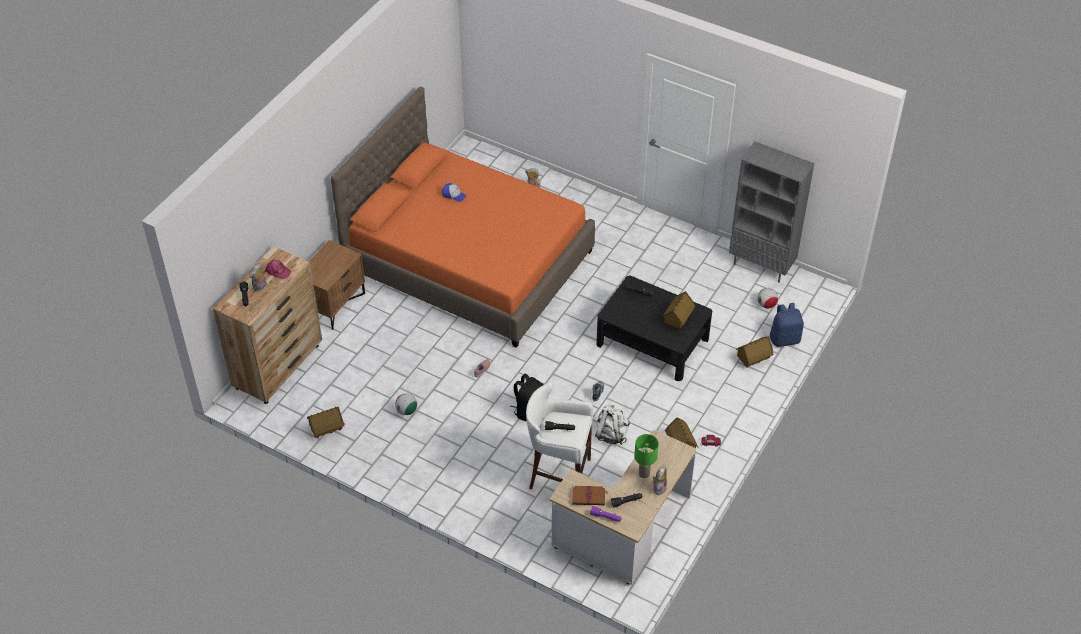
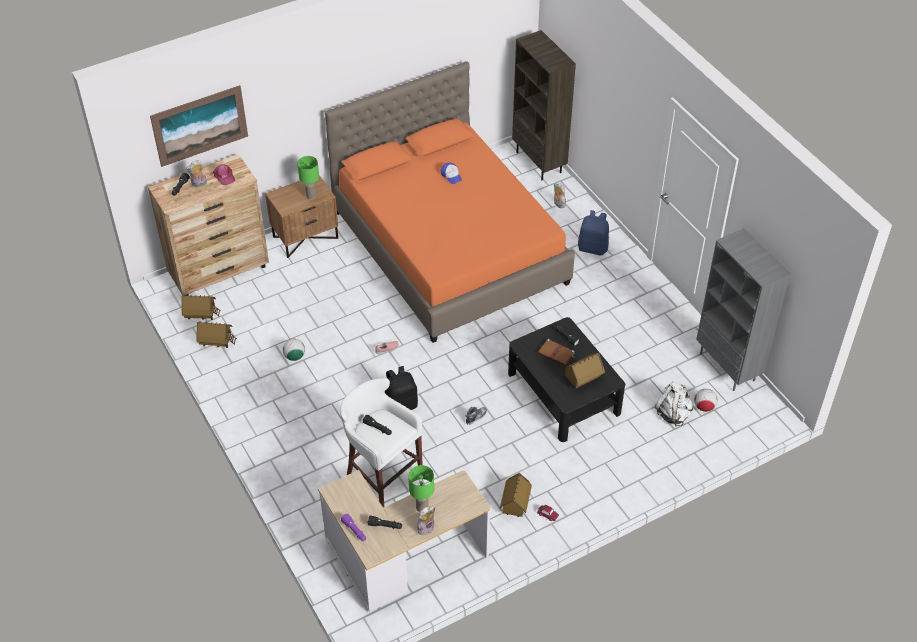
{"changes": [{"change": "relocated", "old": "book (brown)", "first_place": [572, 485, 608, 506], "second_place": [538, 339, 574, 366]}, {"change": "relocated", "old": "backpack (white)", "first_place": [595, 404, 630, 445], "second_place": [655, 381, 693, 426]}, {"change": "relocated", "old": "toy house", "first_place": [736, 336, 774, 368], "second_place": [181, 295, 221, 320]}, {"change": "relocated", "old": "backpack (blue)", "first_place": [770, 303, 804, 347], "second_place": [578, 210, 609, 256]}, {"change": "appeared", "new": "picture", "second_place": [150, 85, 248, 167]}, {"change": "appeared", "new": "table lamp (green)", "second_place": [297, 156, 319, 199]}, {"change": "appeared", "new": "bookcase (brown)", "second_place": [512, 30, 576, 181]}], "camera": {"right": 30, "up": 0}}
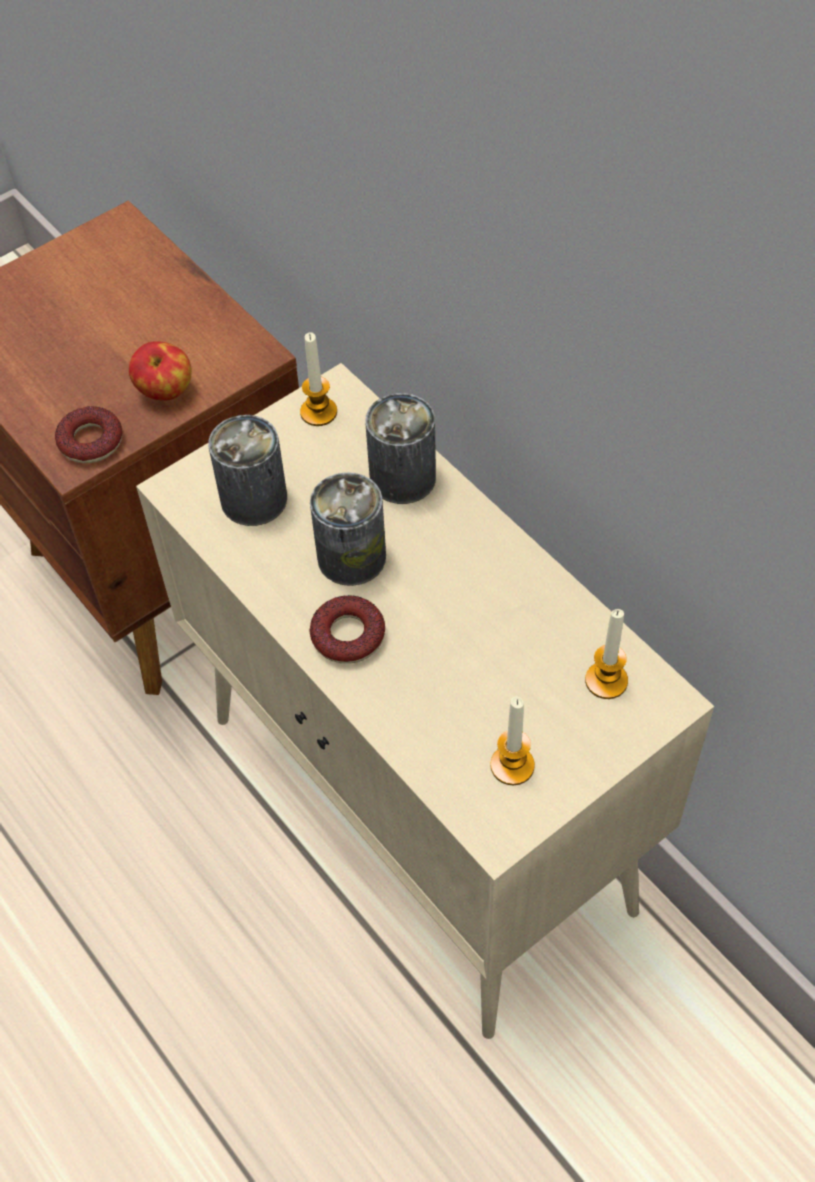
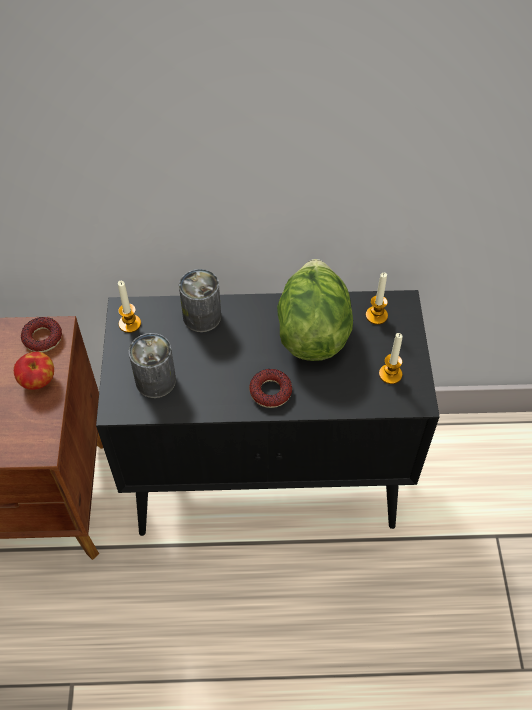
{"changes": [{"change": "relocated", "old": "donut", "first_place": [55, 406, 122, 463], "second_place": [21, 317, 62, 352]}, {"change": "colour", "old": "cabinet (beige)", "new": "cabinet (black)", "first_place": [136, 363, 714, 1039], "second_place": [96, 290, 440, 536]}, {"change": "missing", "old": "can", "first_place": [310, 472, 386, 586]}, {"change": "appeared", "new": "lettuce", "second_place": [277, 259, 353, 361]}], "camera": {"right": -55, "up": 0}}
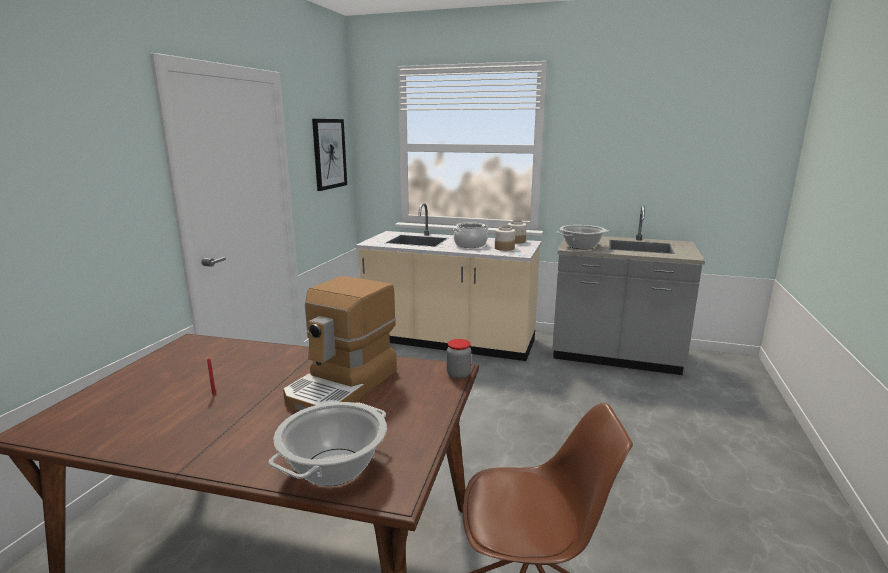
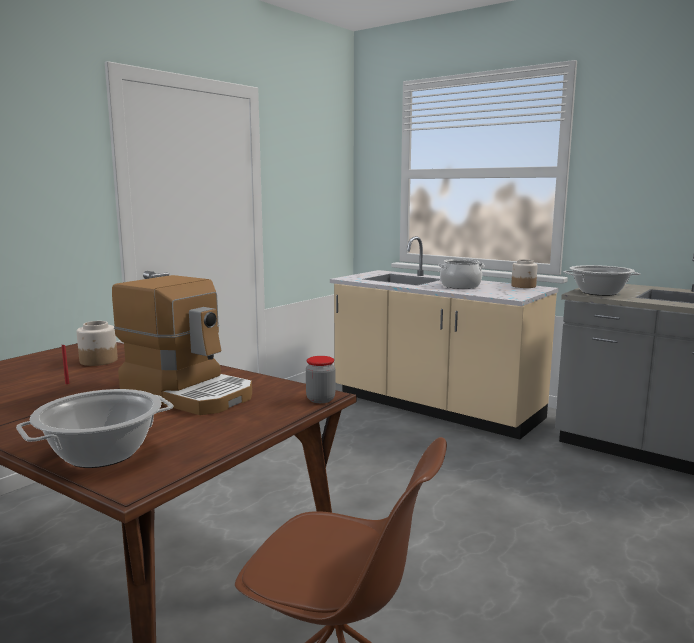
{"changes": [{"change": "spun", "old": "coffee machine", "first_place": [283, 276, 397, 411], "second_place": [112, 275, 252, 415], "degrees": -105}, {"change": "missing", "old": "picture", "first_place": [312, 119, 347, 191]}, {"change": "relocated", "old": "jar", "first_place": [495, 226, 515, 251], "second_place": [77, 321, 118, 366]}], "camera": {"right": 20, "up": -5}}
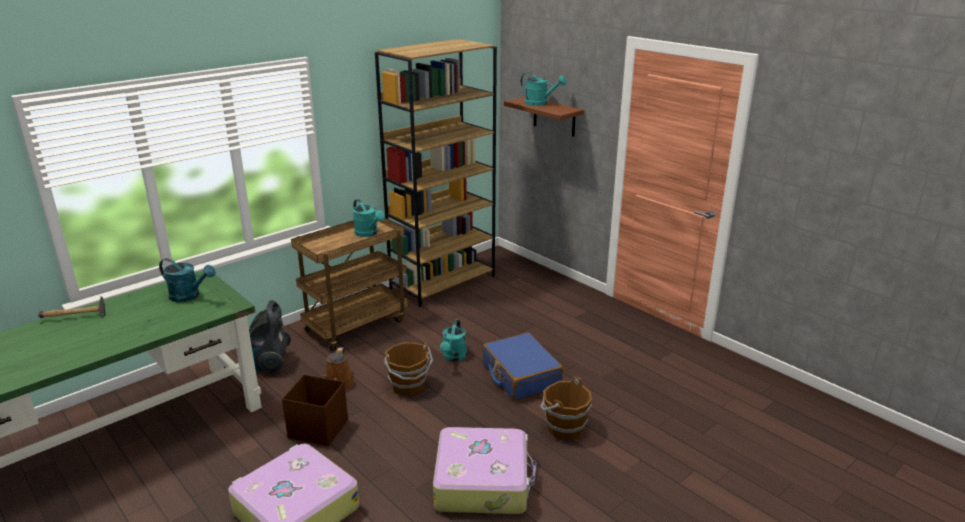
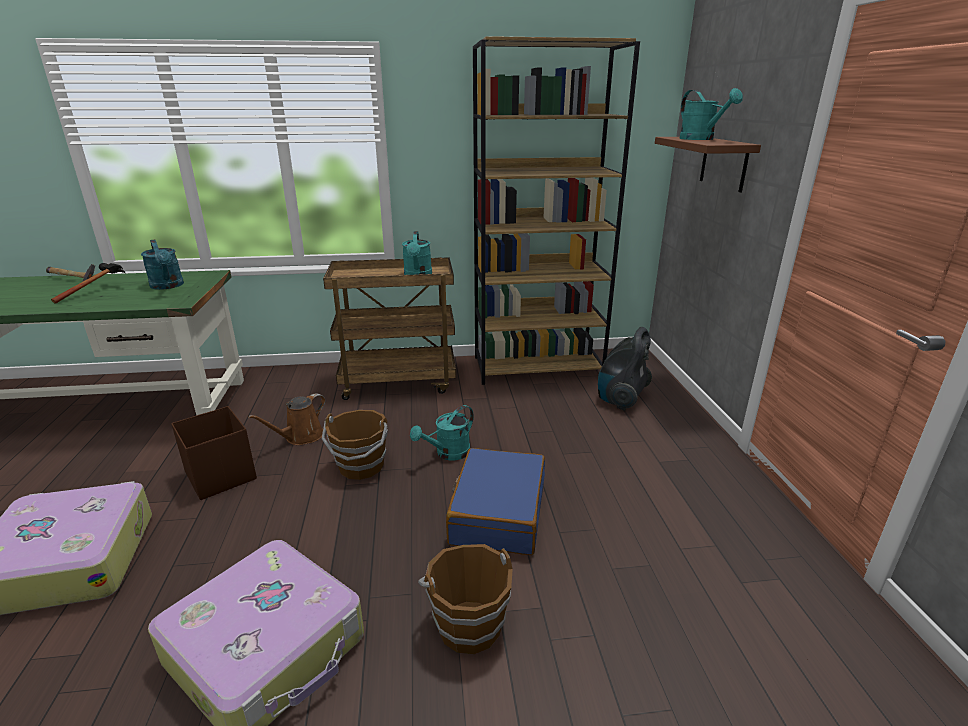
{"changes": [{"change": "relocated", "old": "vacuum cleaner", "first_place": [249, 300, 291, 373], "second_place": [598, 327, 652, 411]}, {"change": "appeared", "new": "hammer", "second_place": [51, 263, 126, 304]}], "camera": {"right": 35, "up": 0}}
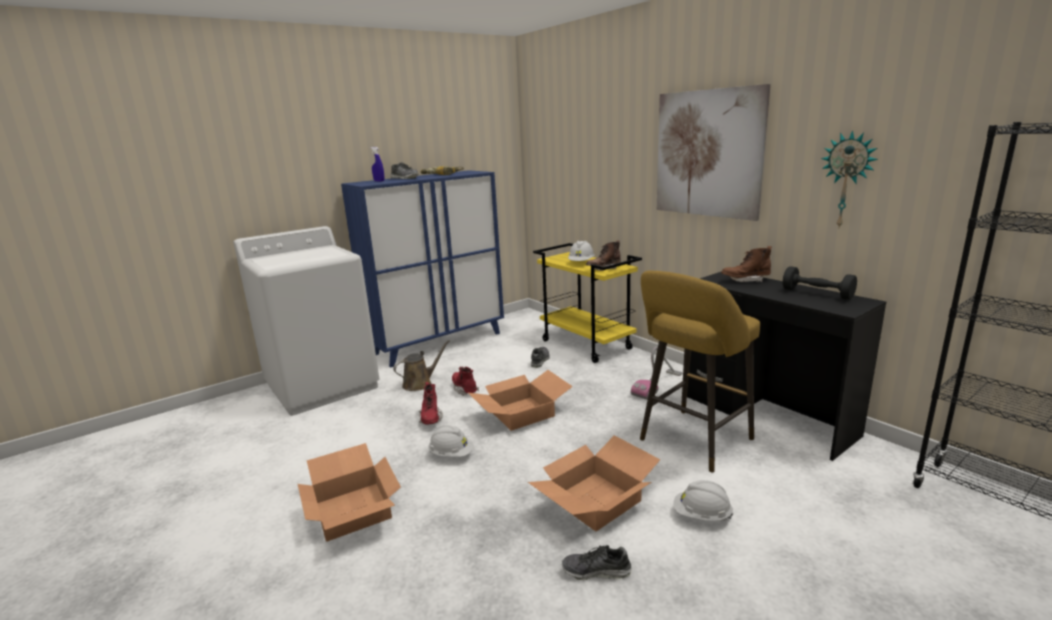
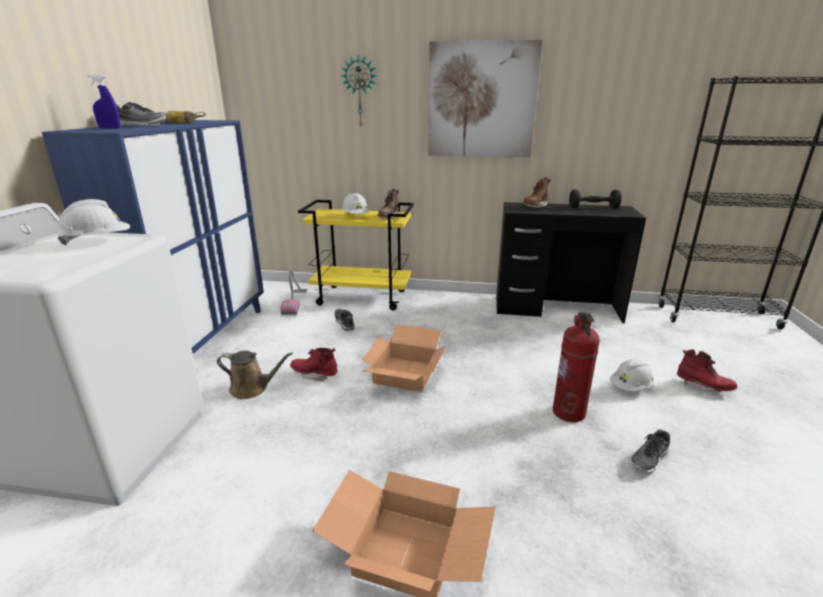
{"changes": [{"change": "spun", "old": "watering can (brown)", "first_place": [393, 340, 450, 391], "second_place": [217, 351, 293, 399], "degrees": 90}, {"change": "relocated", "old": "boot (red)", "first_place": [419, 382, 443, 425], "second_place": [677, 350, 738, 392]}, {"change": "relocated", "old": "hard hat (white)", "first_place": [428, 425, 474, 457], "second_place": [57, 199, 130, 245]}, {"change": "exchanged", "old": "cardboard box", "new": "fire extinguisher", "first_place": [528, 435, 661, 531], "second_place": [553, 312, 600, 422]}, {"change": "relocated", "old": "vacuum cleaner", "first_place": [631, 347, 682, 400], "second_place": [280, 270, 307, 315]}, {"change": "missing", "old": "stool (yellow)", "first_place": [640, 271, 760, 472]}, {"change": "relocated", "old": "wall clock", "first_place": [821, 130, 878, 227], "second_place": [341, 55, 377, 126]}], "camera": {"right": -45, "up": 5}}
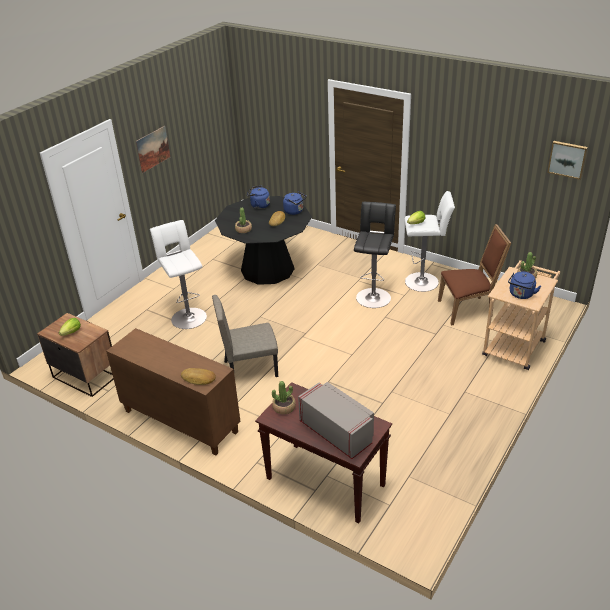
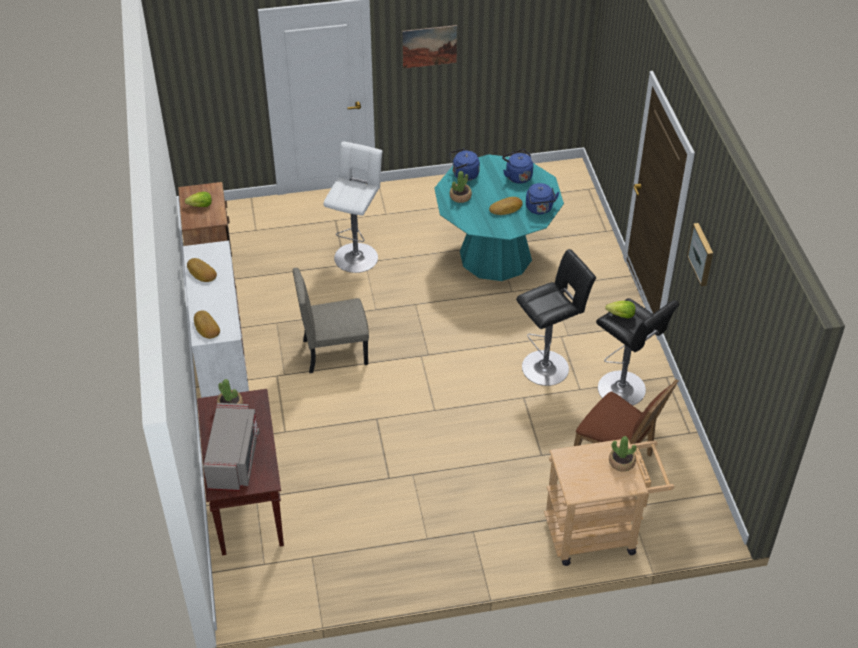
{"changes": [{"change": "colour", "old": "cabinet (brown)", "new": "cabinet (white)", "first_place": [106, 328, 240, 456], "second_place": [183, 240, 249, 398]}, {"change": "spun", "old": "chair (beige)", "first_place": [212, 295, 278, 377], "second_place": [292, 268, 369, 373], "degrees": -45}, {"change": "colour", "old": "dining table (black)", "new": "dining table (turquoise)", "first_place": [215, 196, 312, 285], "second_place": [434, 154, 564, 281]}, {"change": "colour", "old": "stool (white)", "new": "stool (black)", "first_place": [405, 191, 455, 292], "second_place": [596, 298, 680, 406]}, {"change": "relocated", "old": "kettle (blue)", "first_place": [508, 272, 541, 299], "second_place": [450, 148, 480, 181]}, {"change": "relocated", "old": "picture", "first_place": [547, 141, 588, 180], "second_place": [687, 223, 713, 286]}, {"change": "appeared", "new": "bread", "second_place": [187, 258, 217, 282]}], "camera": {"right": 45, "up": 10}}
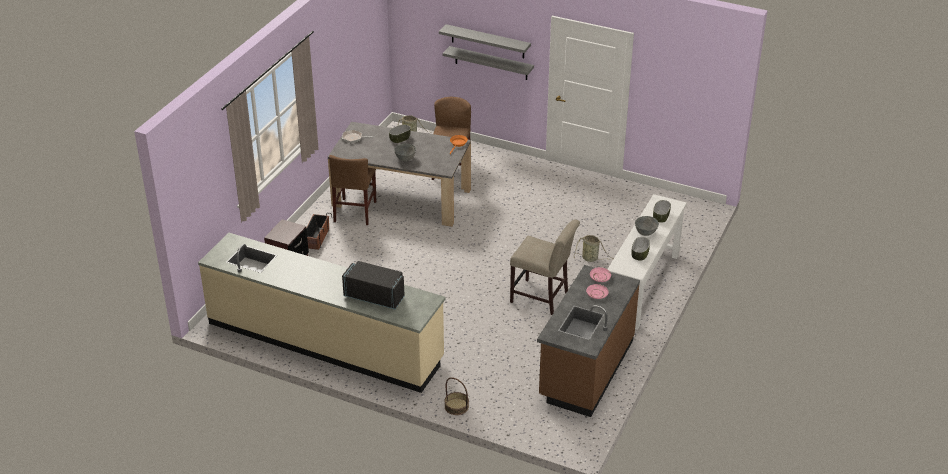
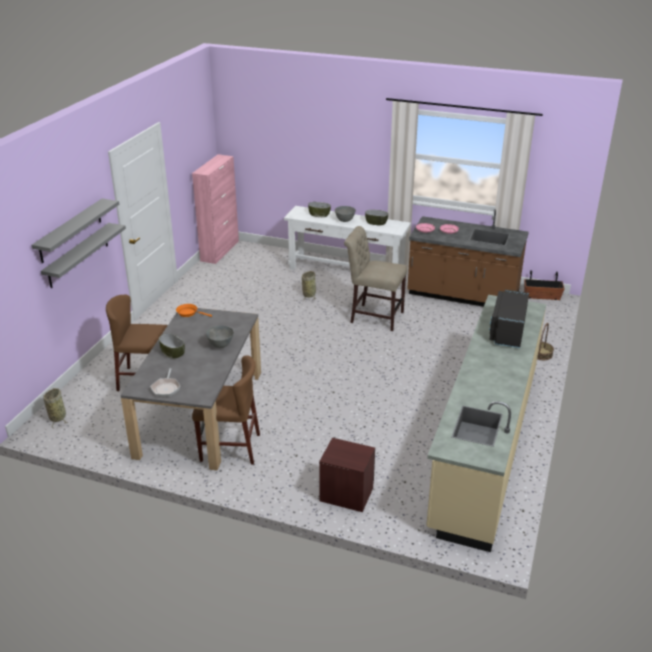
{"changes": [{"change": "relocated", "old": "planter", "first_place": [306, 213, 332, 250], "second_place": [524, 270, 565, 300]}, {"change": "spun", "old": "chair (beige)", "first_place": [510, 220, 580, 315], "second_place": [344, 226, 407, 331], "degrees": -90}, {"change": "appeared", "new": "cabinet (pink)", "second_place": [192, 154, 239, 264]}], "camera": {"right": -95, "up": -5}}
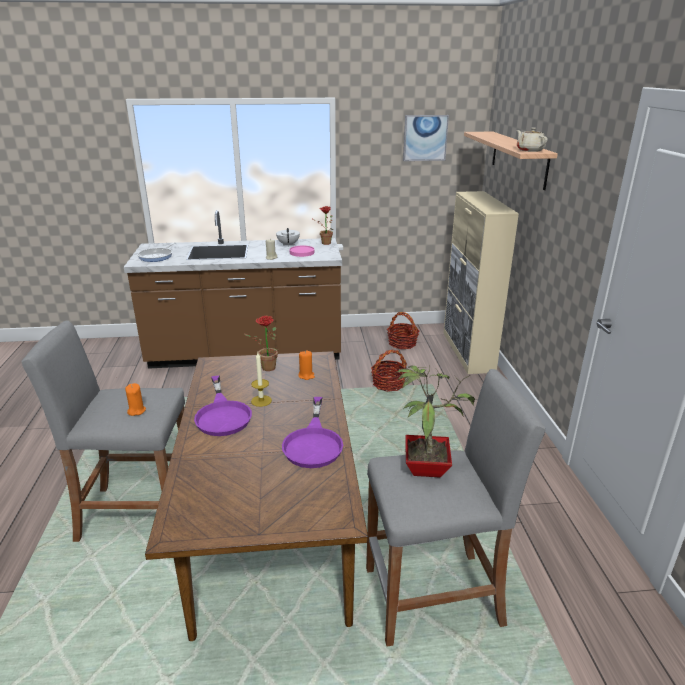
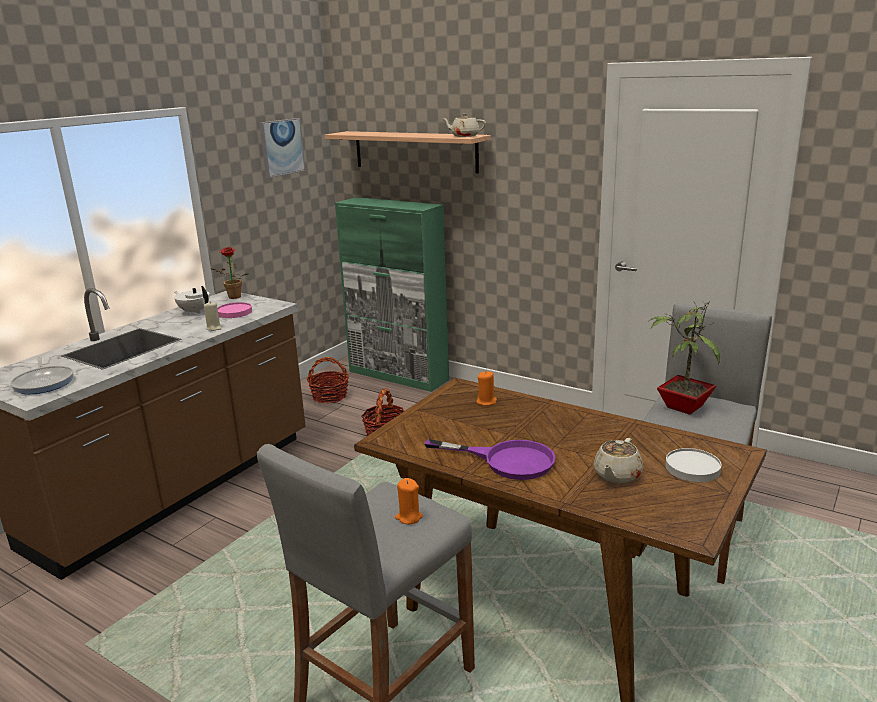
{"changes": [{"change": "missing", "old": "potted plant", "first_place": [243, 316, 278, 371]}, {"change": "missing", "old": "candle", "first_place": [251, 353, 272, 407]}, {"change": "missing", "old": "frying pan (purple)", "first_place": [282, 397, 343, 468]}, {"change": "colour", "old": "cabinet (beige)", "new": "cabinet (green)", "first_place": [443, 191, 519, 374], "second_place": [335, 197, 449, 392]}, {"change": "appeared", "new": "teapot (beige)", "second_place": [593, 438, 643, 484]}, {"change": "appeared", "new": "plate (white)", "second_place": [665, 448, 721, 482]}], "camera": {"right": -50, "up": -5}}
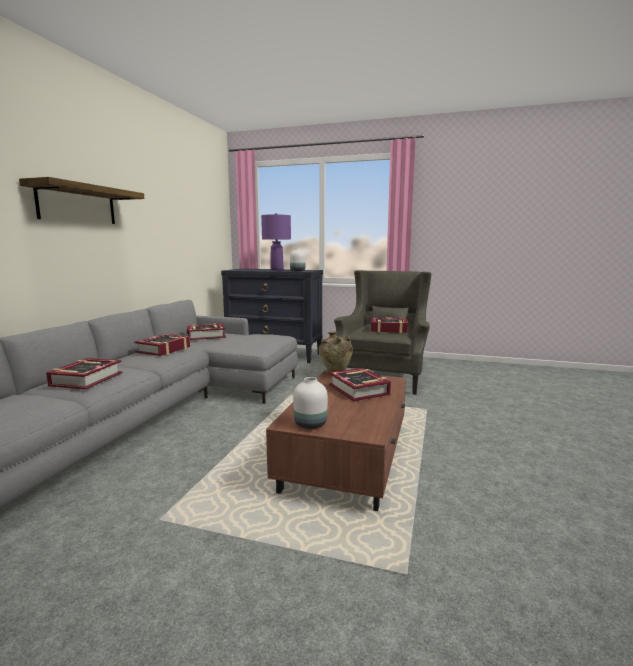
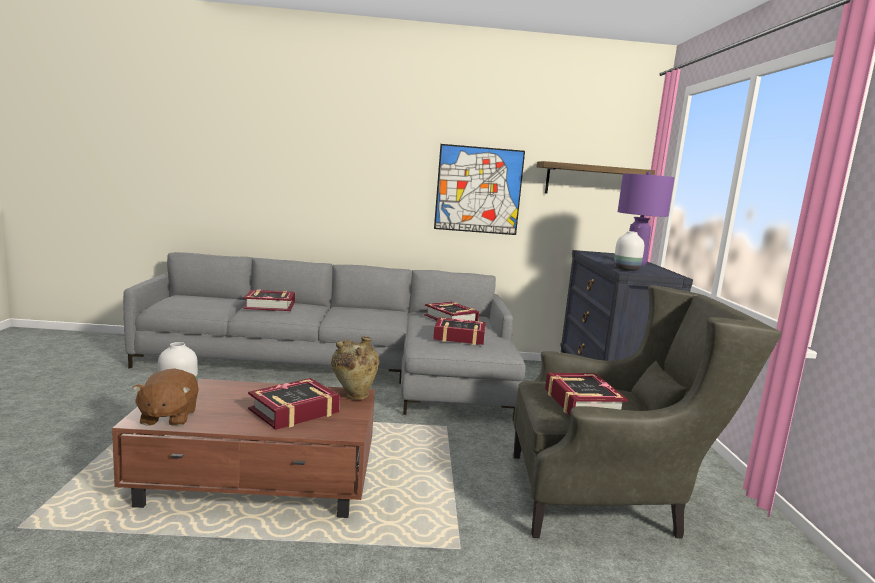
{"changes": [{"change": "relocated", "old": "shelf", "first_place": [19, 177, 144, 224], "second_place": [537, 161, 655, 194]}, {"change": "relocated", "old": "book", "first_place": [134, 334, 190, 356], "second_place": [433, 317, 486, 345]}, {"change": "appeared", "new": "plush toy (brown)", "second_place": [132, 368, 199, 426]}, {"change": "appeared", "new": "picture", "second_place": [434, 144, 525, 235]}], "camera": {"right": 70, "up": 0}}
